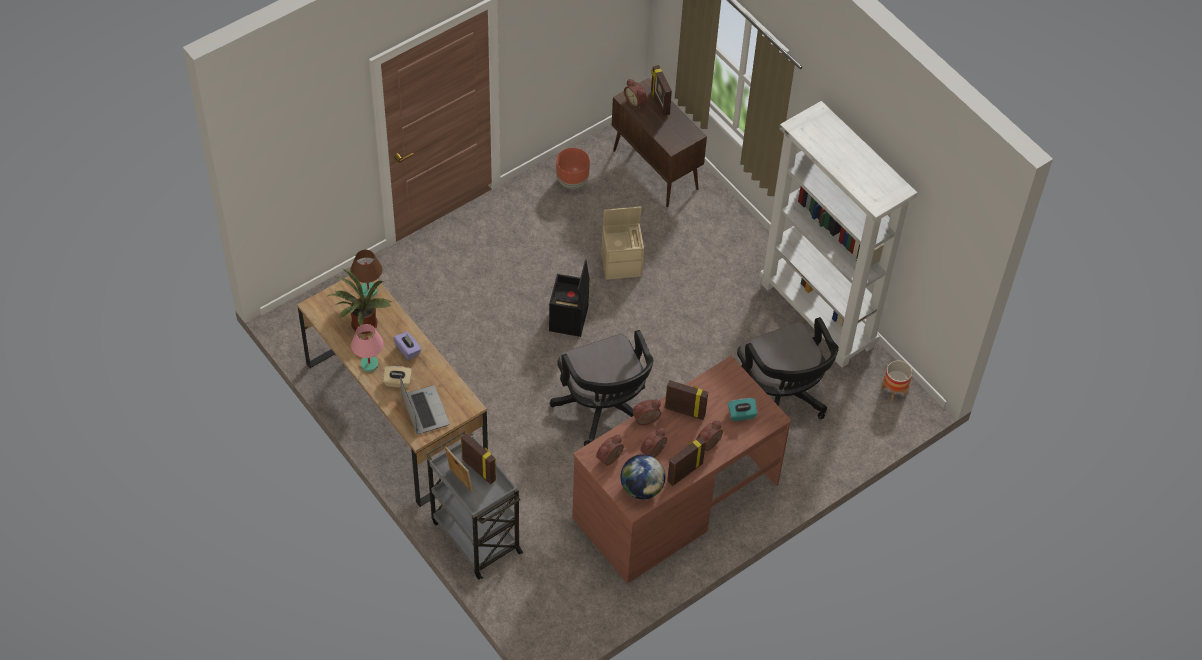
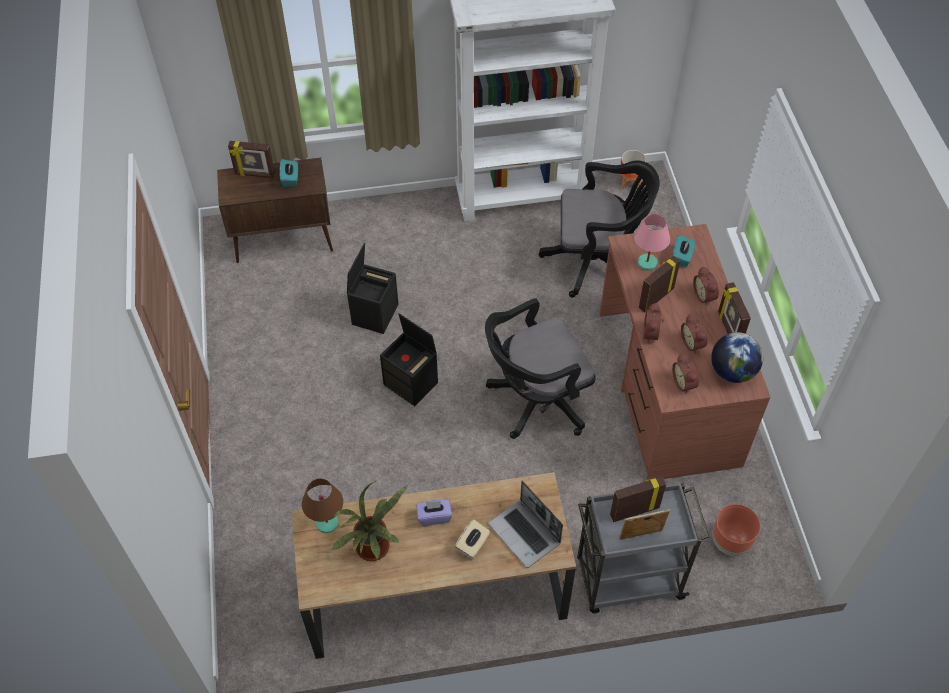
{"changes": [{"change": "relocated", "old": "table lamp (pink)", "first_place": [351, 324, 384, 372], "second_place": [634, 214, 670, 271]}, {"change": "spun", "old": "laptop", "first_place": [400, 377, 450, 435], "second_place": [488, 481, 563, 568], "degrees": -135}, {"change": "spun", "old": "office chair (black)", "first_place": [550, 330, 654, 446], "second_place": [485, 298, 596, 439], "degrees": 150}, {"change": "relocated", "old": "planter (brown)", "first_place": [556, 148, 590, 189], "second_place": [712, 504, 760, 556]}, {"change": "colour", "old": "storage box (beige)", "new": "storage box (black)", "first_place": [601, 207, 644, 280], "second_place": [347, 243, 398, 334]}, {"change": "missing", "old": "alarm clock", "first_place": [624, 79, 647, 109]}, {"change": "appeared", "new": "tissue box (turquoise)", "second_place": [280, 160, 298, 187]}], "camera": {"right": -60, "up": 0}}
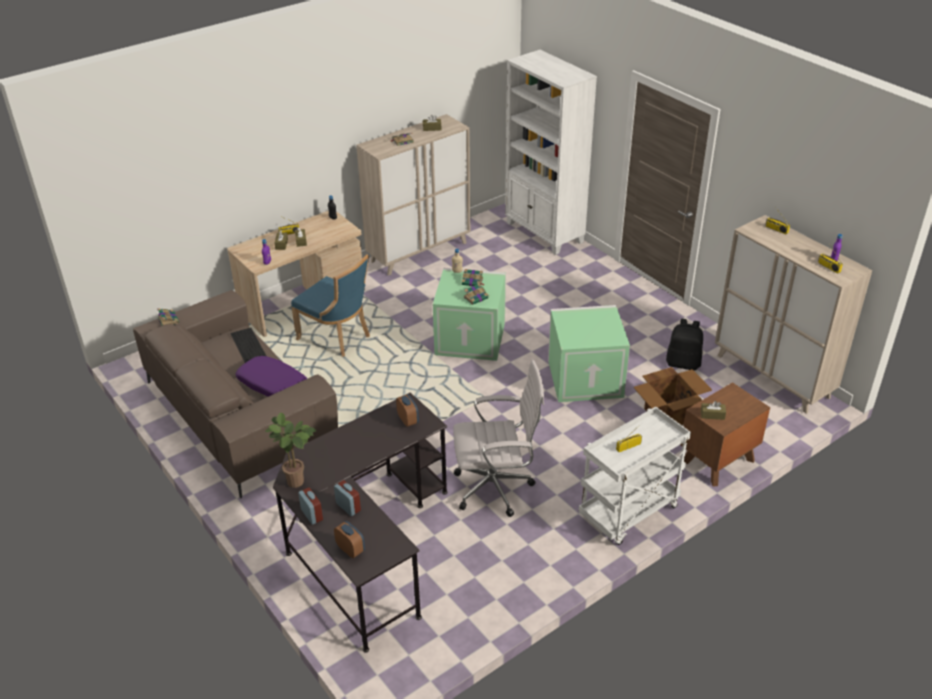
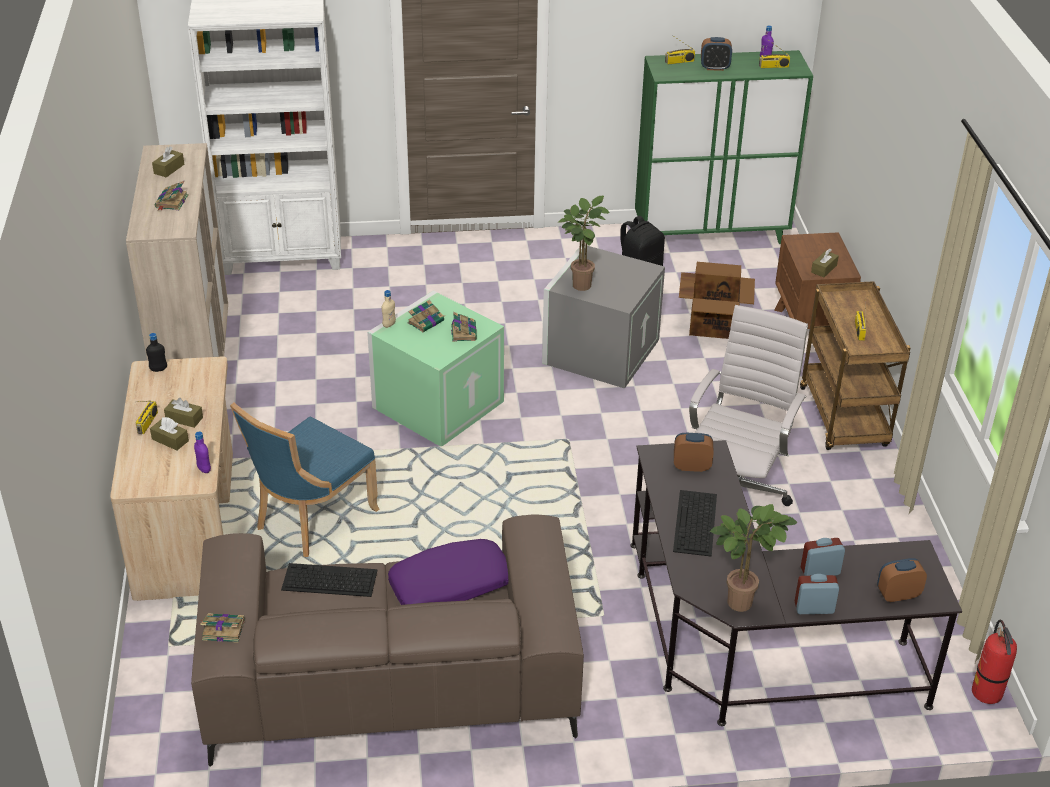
{"changes": [{"change": "spun", "old": "chair (blue)", "first_place": [291, 254, 370, 357], "second_place": [230, 402, 379, 557], "degrees": 150}, {"change": "colour", "old": "storage box (green)", "new": "storage box (grey)", "first_place": [548, 305, 630, 402], "second_place": [542, 245, 665, 388]}, {"change": "colour", "old": "cart (white)", "new": "cart (brown)", "first_place": [578, 406, 691, 545], "second_place": [800, 281, 910, 450]}, {"change": "colour", "old": "cabinet (beige)", "new": "cabinet (green)", "first_place": [715, 215, 872, 414], "second_place": [635, 50, 813, 244]}, {"change": "appeared", "new": "potted plant", "second_place": [558, 196, 609, 291]}, {"change": "appeared", "new": "keyboard", "second_place": [673, 490, 717, 557]}, {"change": "appeared", "new": "alarm clock", "second_place": [701, 37, 732, 71]}, {"change": "appeared", "new": "fire extinguisher", "second_place": [972, 620, 1017, 704]}], "camera": {"right": -60, "up": 0}}
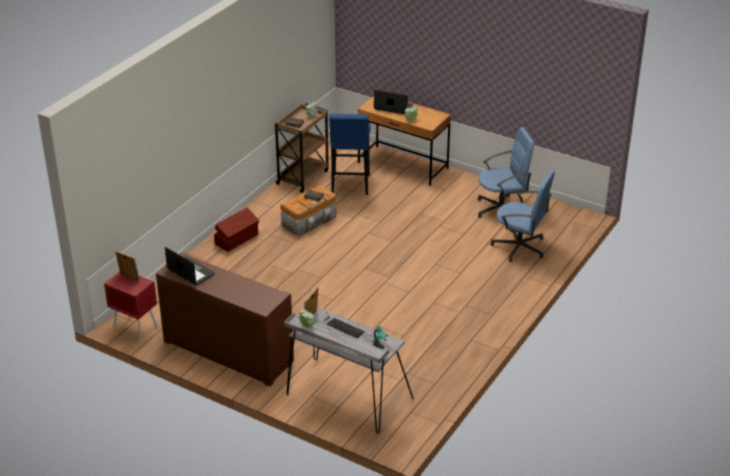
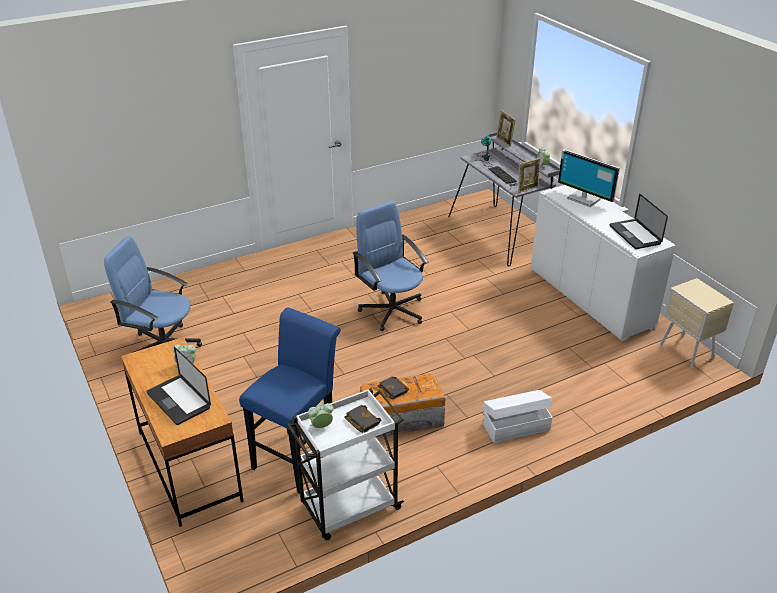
{"changes": [{"change": "colour", "old": "nightstand (red)", "new": "nightstand (beige)", "first_place": [104, 272, 158, 342], "second_place": [660, 278, 734, 369]}, {"change": "relocated", "old": "picture frame", "first_place": [115, 251, 140, 281], "second_place": [496, 110, 516, 147]}, {"change": "colour", "old": "cabinet (brown)", "new": "cabinet (white)", "first_place": [156, 252, 294, 387], "second_place": [531, 185, 676, 341]}, {"change": "colour", "old": "storage box (brown)", "new": "storage box (white)", "first_place": [214, 207, 259, 252], "second_place": [483, 390, 553, 443]}, {"change": "colour", "old": "cart (brown)", "new": "cart (white)", "first_place": [274, 103, 329, 193], "second_place": [287, 388, 404, 541]}, {"change": "relocated", "old": "office chair (blue)", "first_place": [491, 171, 555, 262], "second_place": [353, 201, 428, 331]}, {"change": "appeared", "new": "monitor", "second_place": [558, 149, 620, 207]}], "camera": {"right": -150, "up": 0}}
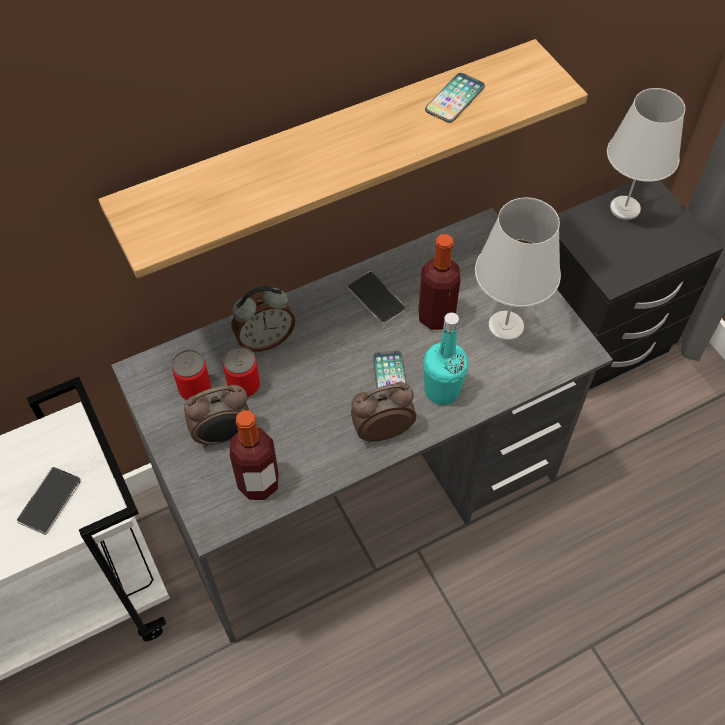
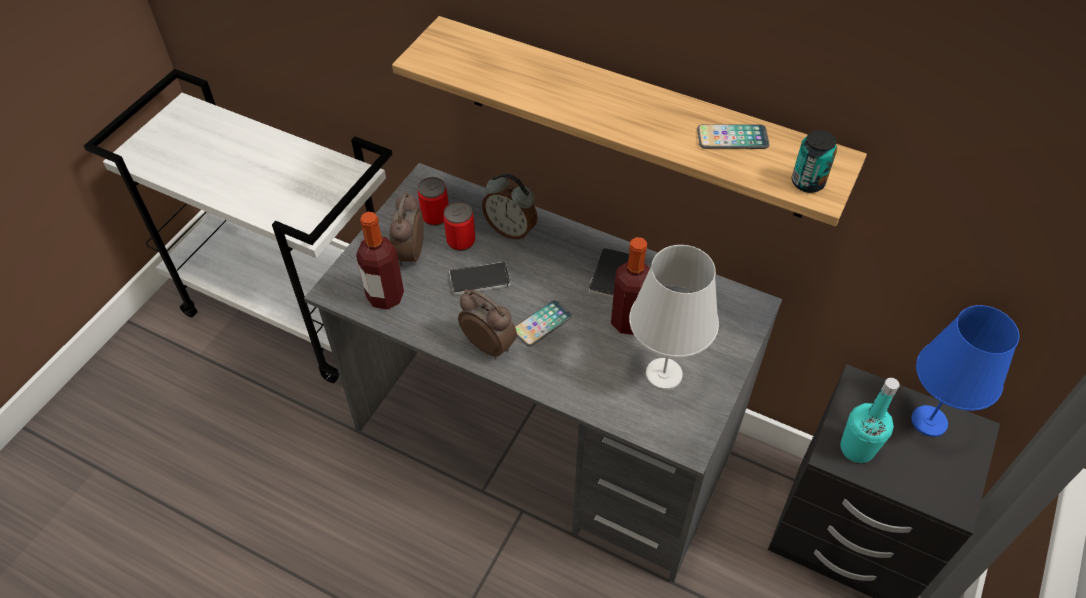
{"changes": [{"change": "relocated", "old": "phone", "first_place": [17, 467, 81, 535], "second_place": [449, 261, 511, 295]}, {"change": "spun", "old": "alarm clock", "first_place": [184, 385, 249, 448], "second_place": [390, 192, 424, 266], "degrees": 60}, {"change": "relocated", "old": "bottle (turquoise)", "first_place": [423, 313, 468, 405], "second_place": [840, 378, 900, 463]}, {"change": "colour", "old": "table lamp (white)", "new": "table lamp (blue)", "first_place": [607, 88, 685, 220], "second_place": [911, 305, 1019, 437]}, {"change": "appeared", "new": "can", "second_place": [792, 130, 837, 193]}], "camera": {"right": 55, "up": -5}}
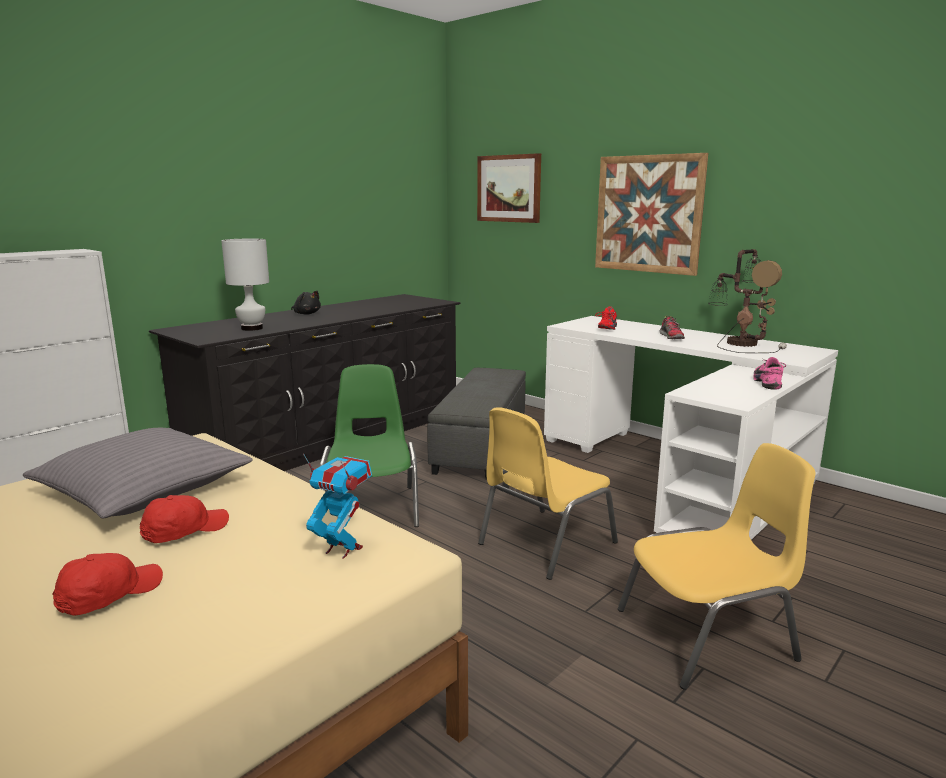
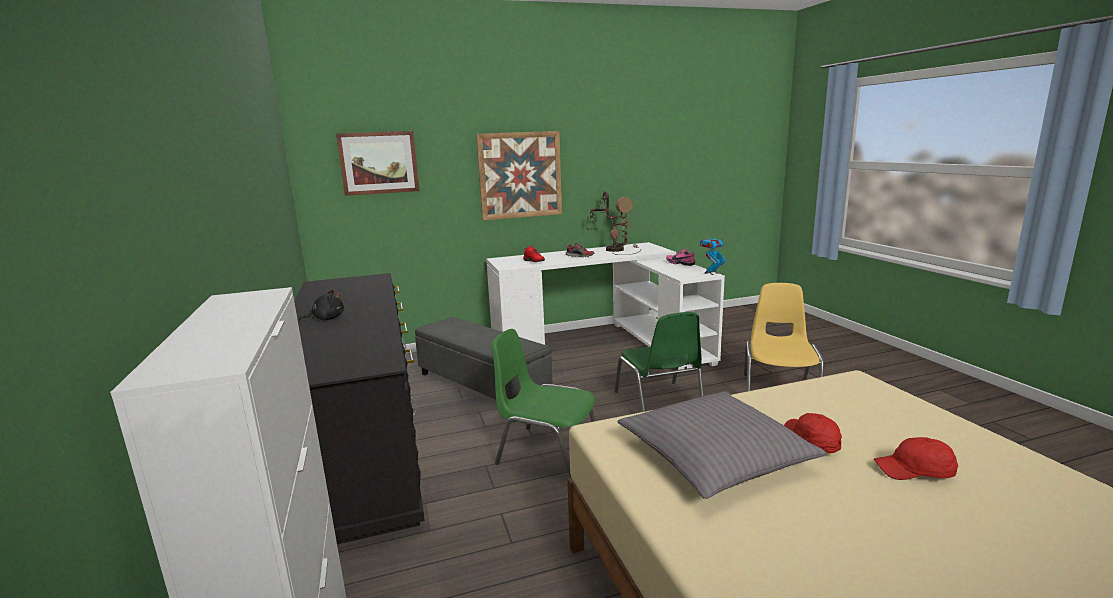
{"changes": [{"change": "spun", "old": "cap (red)", "first_place": [53, 553, 163, 616], "second_place": [874, 437, 958, 480], "degrees": -60}, {"change": "missing", "old": "table lamp (white)", "first_place": [221, 239, 269, 331]}, {"change": "relocated", "old": "toy robot", "first_place": [303, 454, 372, 558], "second_place": [699, 233, 726, 275]}, {"change": "colour", "old": "chair (yellow)", "new": "chair (green)", "first_place": [478, 407, 618, 580], "second_place": [614, 312, 704, 412]}], "camera": {"right": -60, "up": 0}}
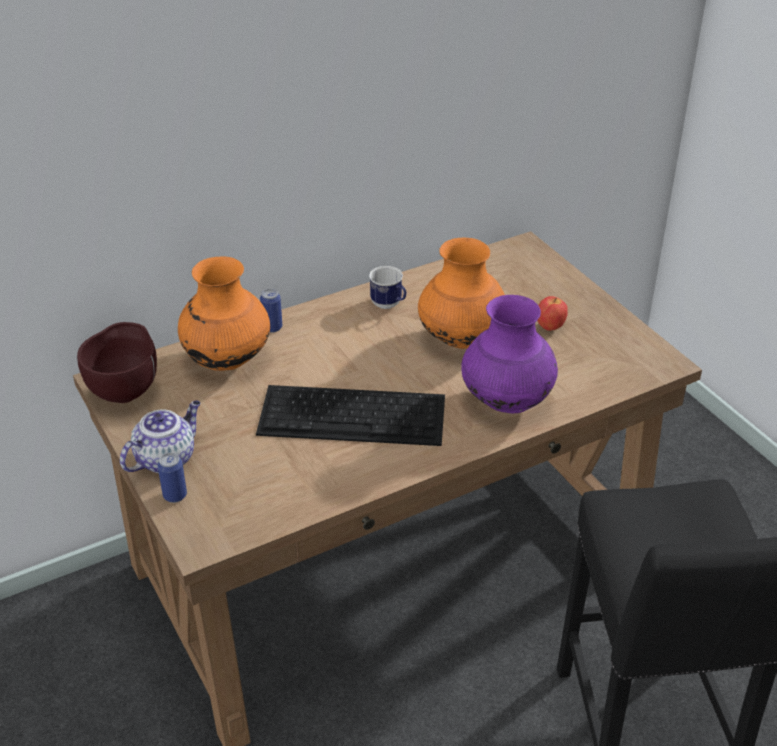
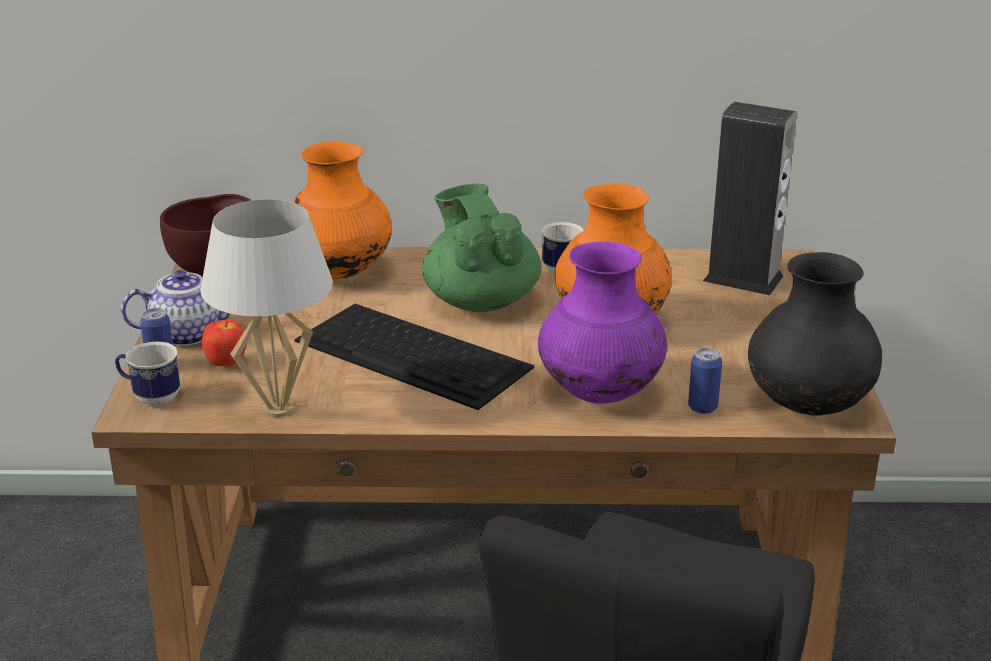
{"changes": [{"change": "relocated", "old": "can", "first_place": [260, 288, 282, 333], "second_place": [688, 348, 722, 414]}, {"change": "relocated", "old": "apple", "first_place": [537, 296, 568, 331], "second_place": [202, 319, 247, 367]}, {"change": "appeared", "new": "mug", "second_place": [115, 341, 180, 406]}, {"change": "appeared", "new": "table lamp (white)", "second_place": [200, 199, 333, 417]}, {"change": "appeared", "new": "teapot (green)", "second_place": [422, 184, 541, 312]}, {"change": "appeared", "new": "speaker", "second_place": [703, 102, 797, 295]}, {"change": "appeared", "new": "vase (black)", "second_place": [748, 252, 882, 416]}], "camera": {"right": 30, "up": -10}}
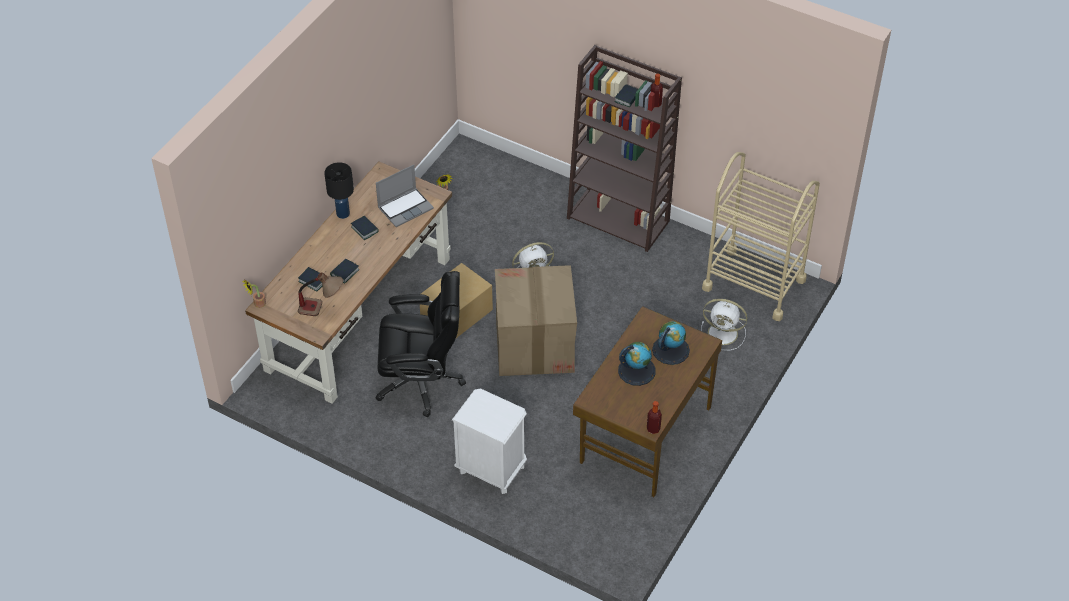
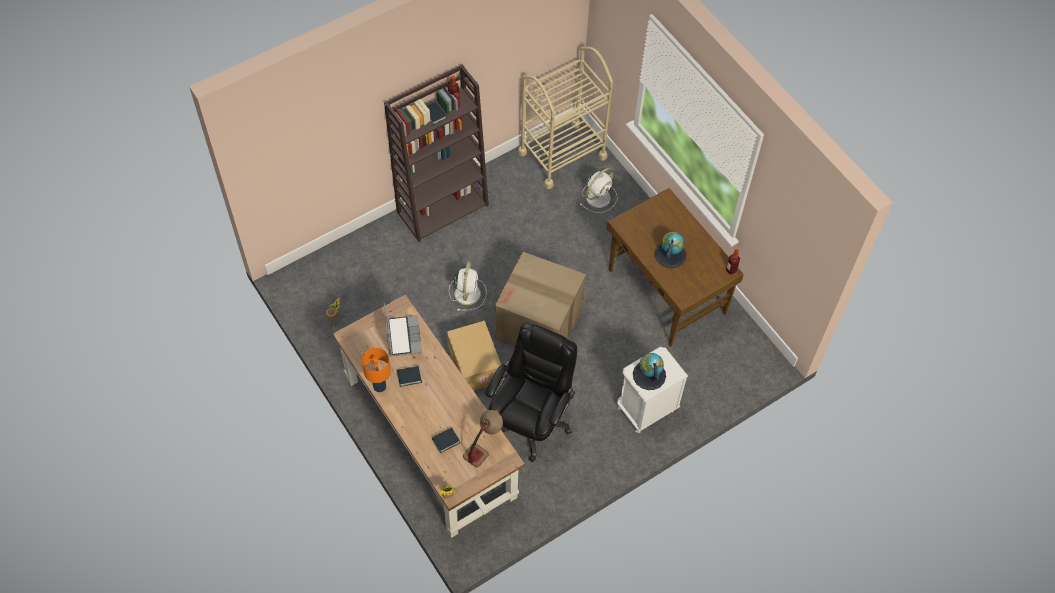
{"changes": [{"change": "colour", "old": "table lamp (black)", "new": "table lamp (orange)", "first_place": [324, 162, 354, 219], "second_place": [362, 348, 391, 392]}, {"change": "missing", "old": "book", "first_place": [330, 259, 360, 284]}, {"change": "relocated", "old": "globe", "first_place": [652, 321, 690, 365], "second_place": [633, 353, 666, 390]}], "camera": {"right": -65, "up": 10}}
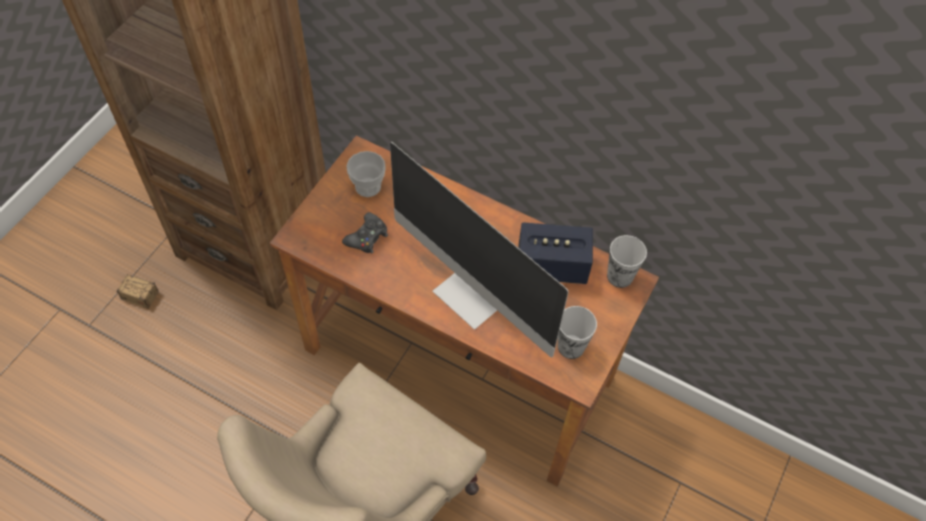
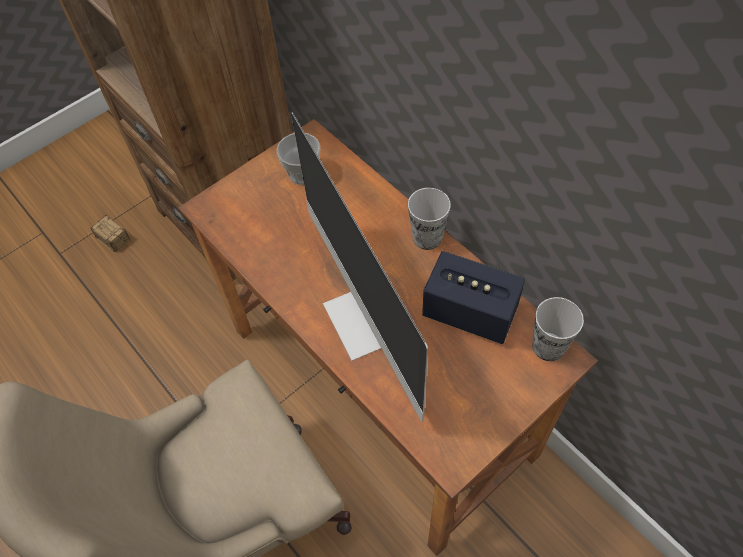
{"changes": [{"change": "missing", "old": "game controller (black)", "first_place": [342, 212, 388, 253]}, {"change": "relocated", "old": "cup", "first_place": [558, 306, 597, 359], "second_place": [408, 188, 451, 250]}], "camera": {"right": 25, "up": 0}}
